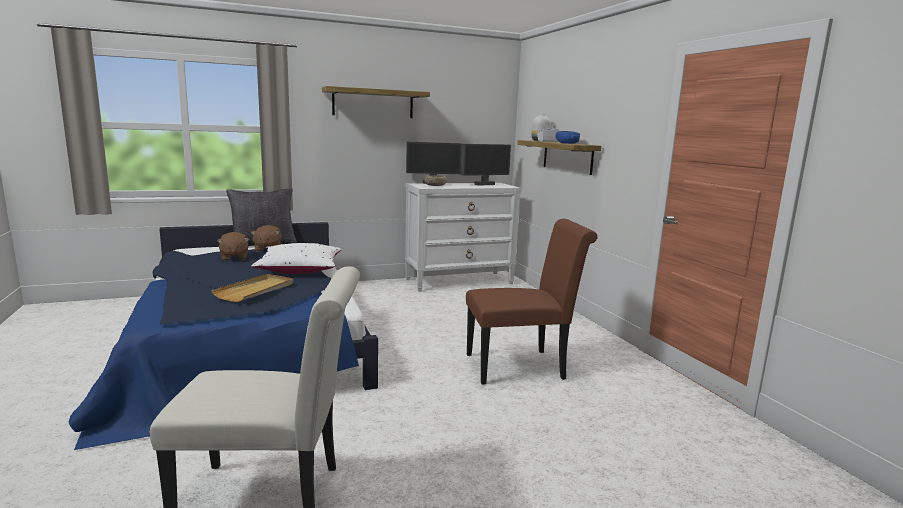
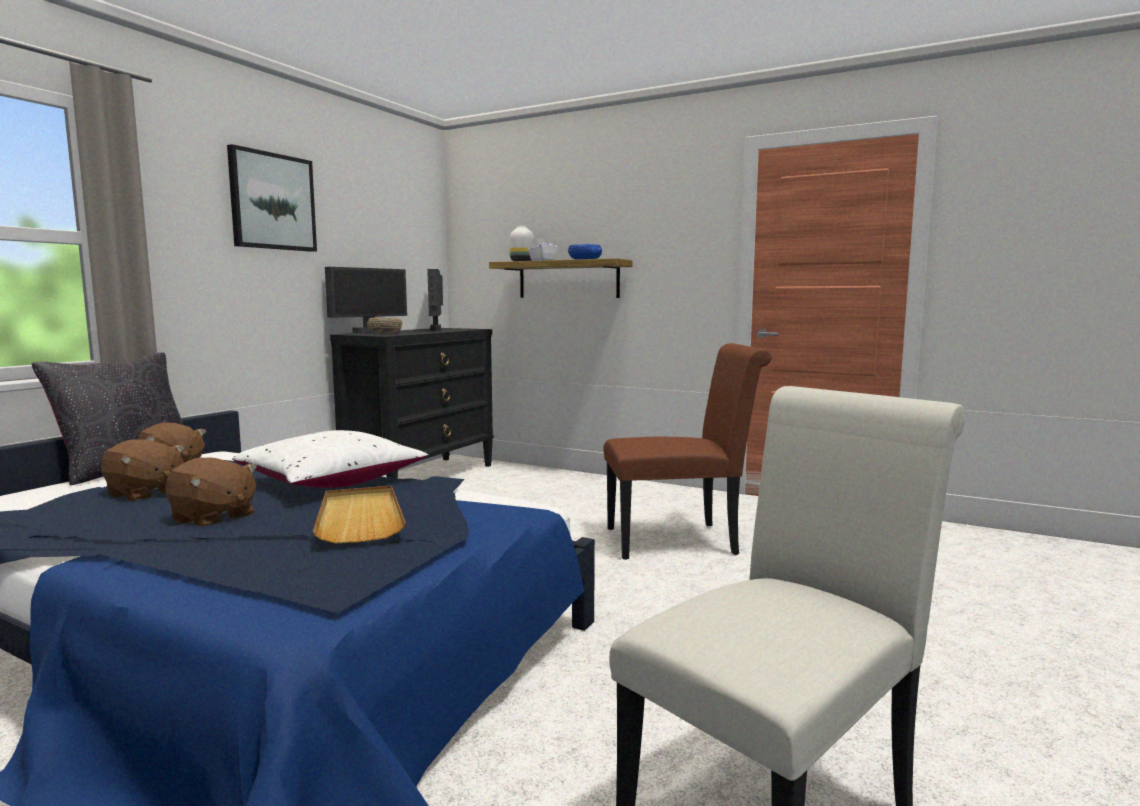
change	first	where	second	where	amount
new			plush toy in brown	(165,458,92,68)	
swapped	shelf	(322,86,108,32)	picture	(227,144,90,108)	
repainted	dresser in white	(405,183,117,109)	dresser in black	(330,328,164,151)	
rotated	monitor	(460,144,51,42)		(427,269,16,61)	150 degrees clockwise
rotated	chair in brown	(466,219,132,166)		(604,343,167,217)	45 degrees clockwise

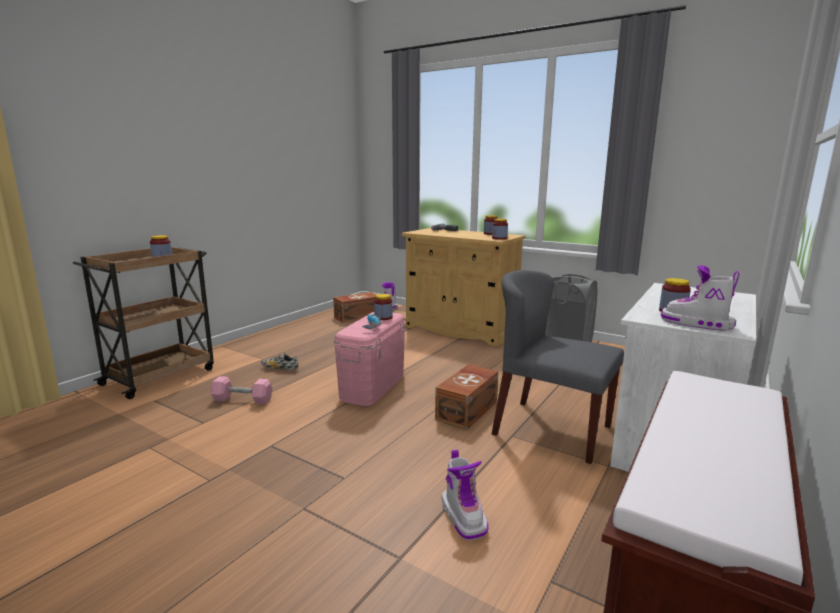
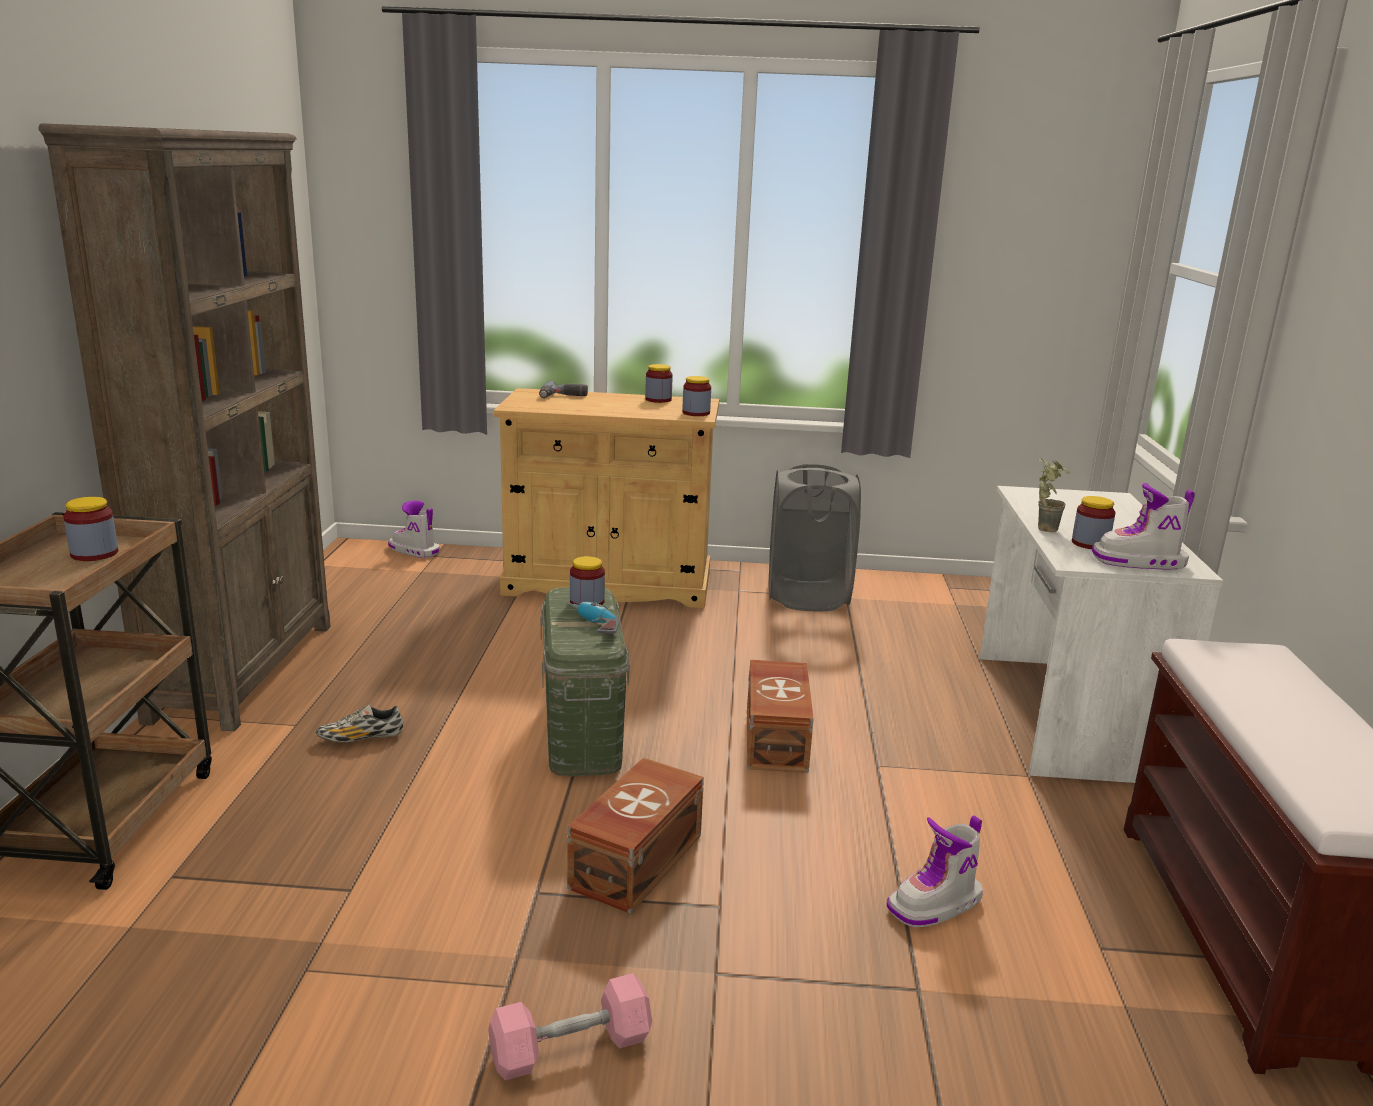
change	first	where	second	where	amount
new			bookcase in brown	(39,123,292,608)	
shifted	dumbbell in pink	(210,376,63,28)		(488,973,164,108)	
repainted	storage box in pink	(333,312,73,94)	storage box in green	(540,587,90,189)	
shifted	storage box in brown	(333,292,44,31)		(567,758,137,156)	
rotated	boot	(442,449,46,91)		(887,815,96,112)	105 degrees clockwise
new			potted plant	(1038,459,32,73)	
gone	chair in grey	(492,270,132,194)			

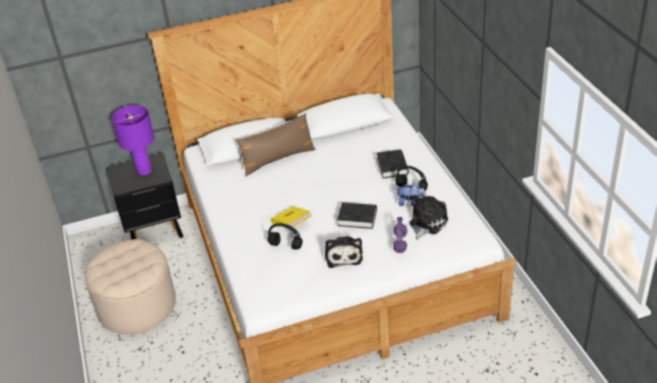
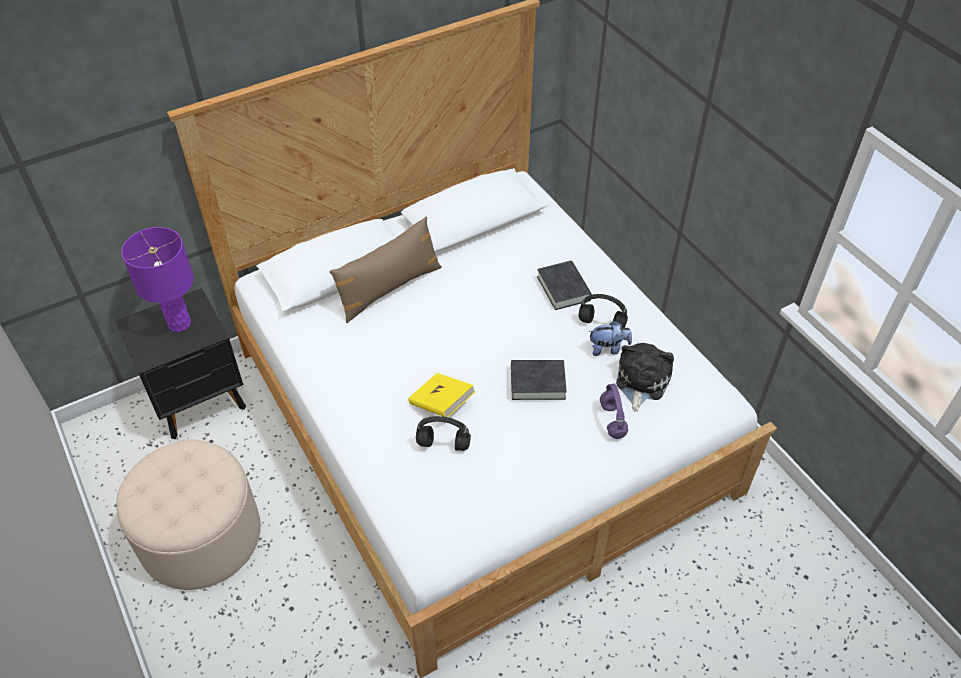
change	first	where	second	where	amount
gone	plush toy	(325,236,38,32)			

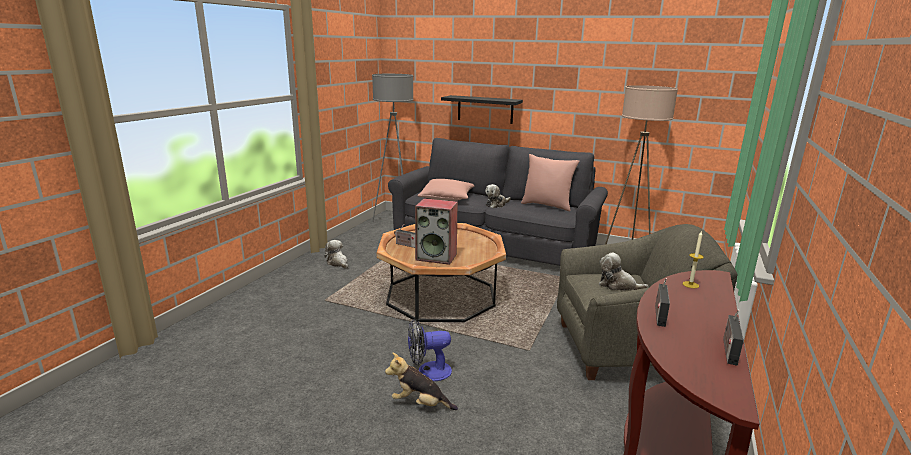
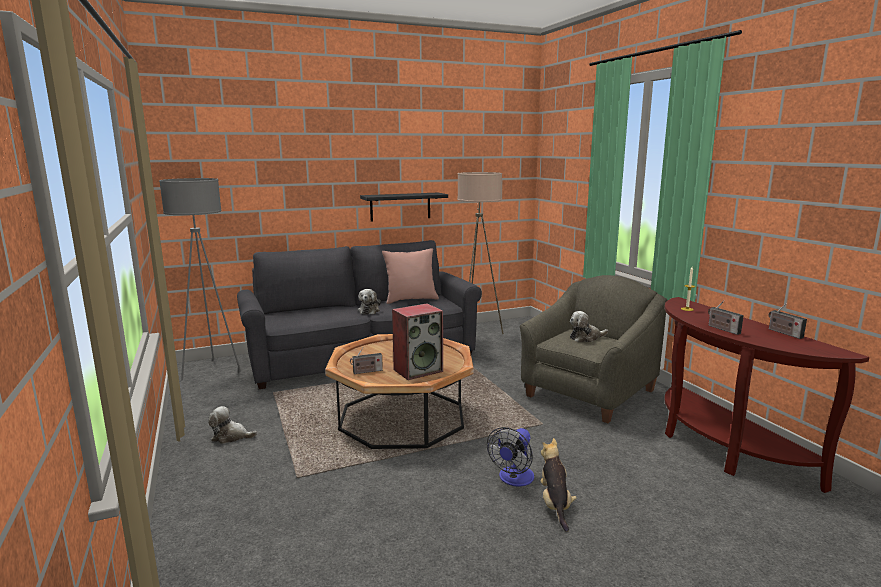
change	first	where	second	where	amount
shifted	shelf in black	(441,95,82,29)		(360,193,88,28)	
rotated	plush toy	(385,352,73,58)		(541,438,36,94)	120 degrees clockwise
gone	pillow in pink	(417,179,57,22)			

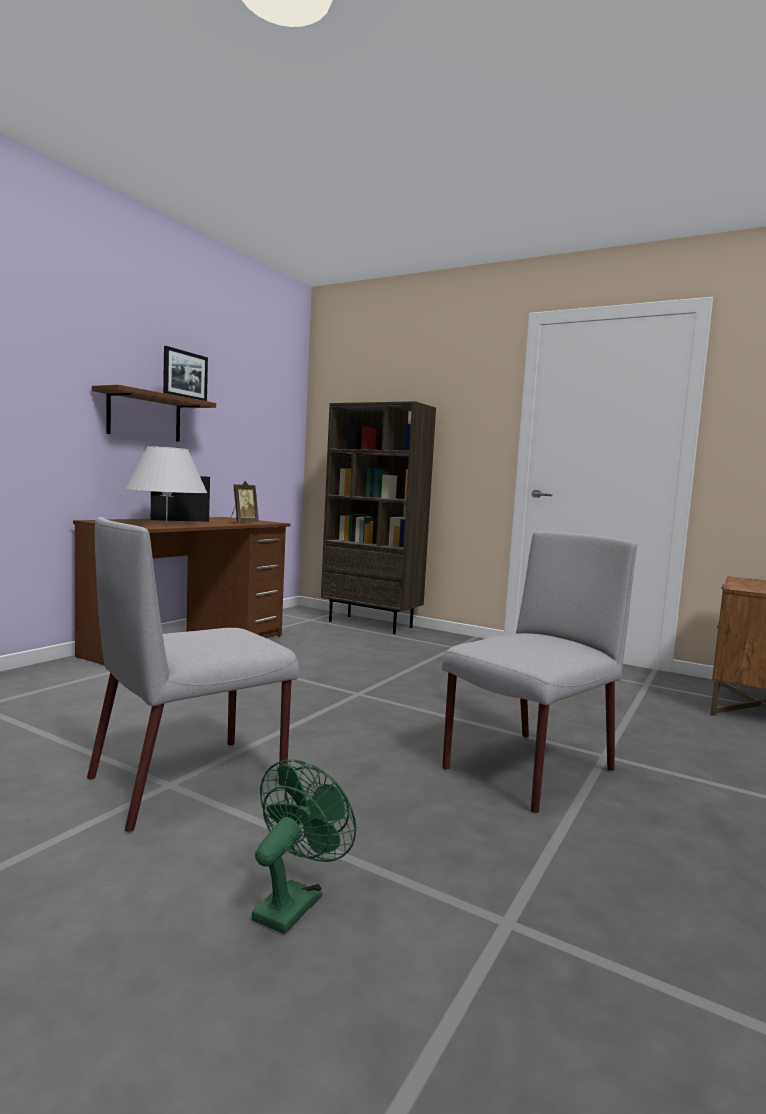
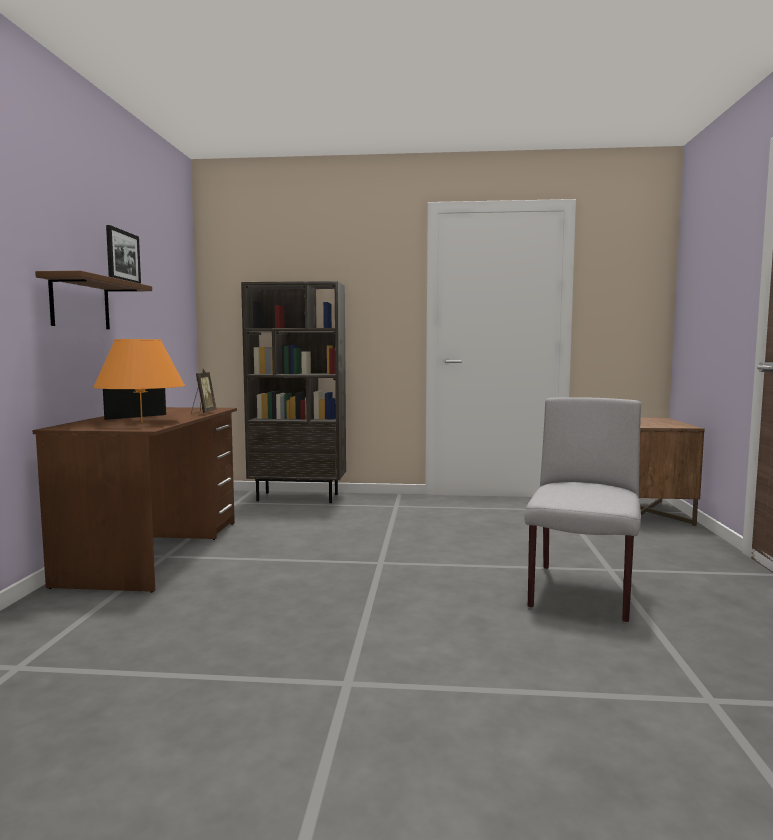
change	first	where	second	where	amount
repainted	table lamp in white	(125,446,83,78)	table lamp in orange	(93,339,92,83)	
gone	chair in grey	(87,517,212,316)			
gone	fan in green	(252,759,104,175)			

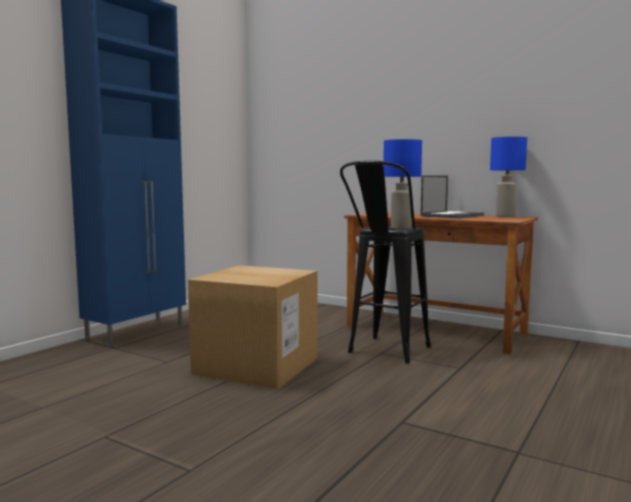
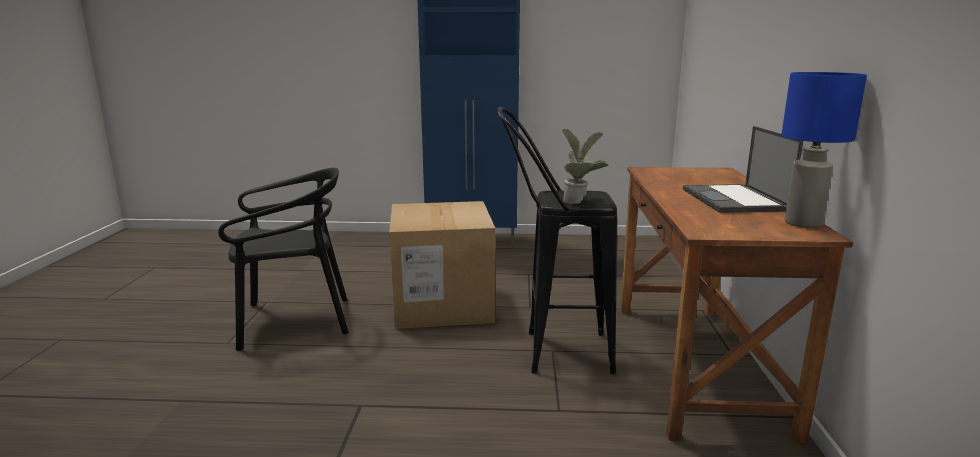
change	first	where	second	where	amount
new			chair in black	(218,168,130,183)	
swapped	table lamp in blue	(383,139,39,90)	potted plant	(562,129,47,75)	
rotated	laptop	(420,175,64,43)		(683,126,120,87)	75 degrees clockwise

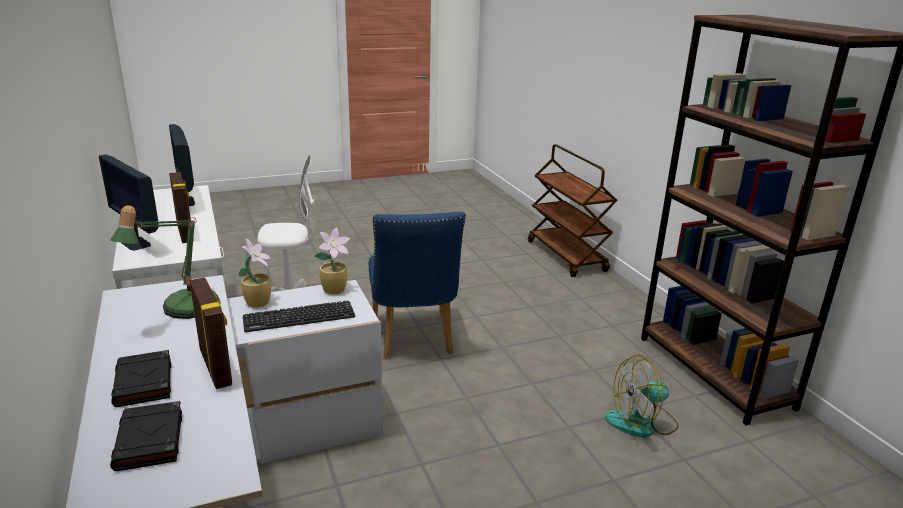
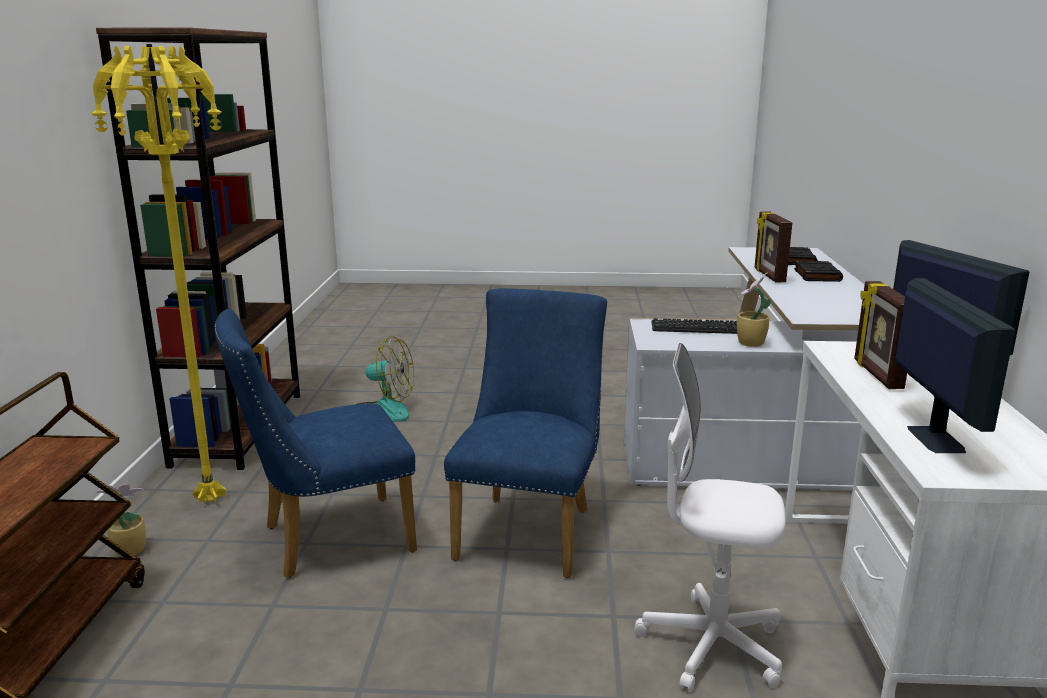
change	first	where	second	where	amount
new			floor lamp in yellow	(91,44,135,459)	
shifted	potted plant	(314,227,36,67)		(95,484,51,73)	
new			chair in blue	(215,309,202,269)	
gone	table lamp	(110,205,110,114)			

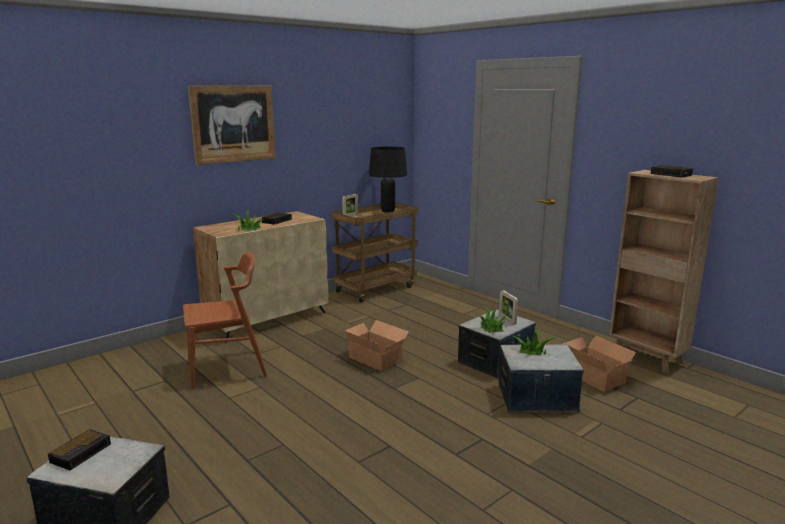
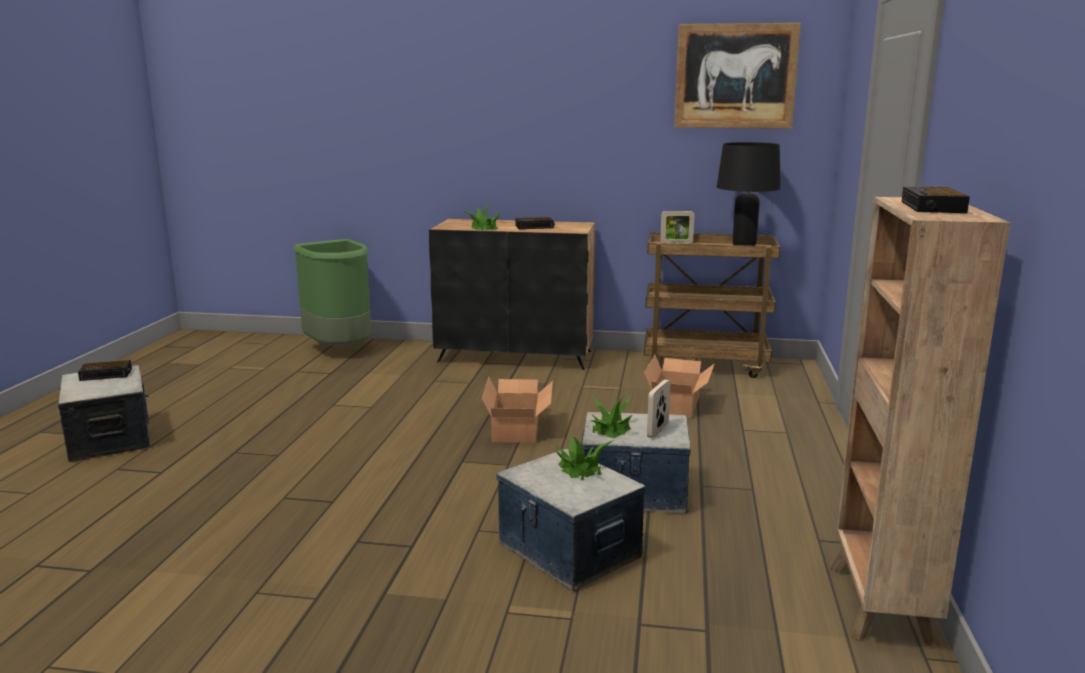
change	first	where	second	where	amount
new			trash can in green	(293,239,79,106)	
repainted	cabinet in beige	(193,211,135,132)	cabinet in black	(429,219,166,151)	
shifted	cardboard box	(562,336,74,56)		(644,355,71,63)	
shifted	picture	(188,85,88,80)		(674,23,127,106)	
gone	chair in brown	(183,252,84,138)			

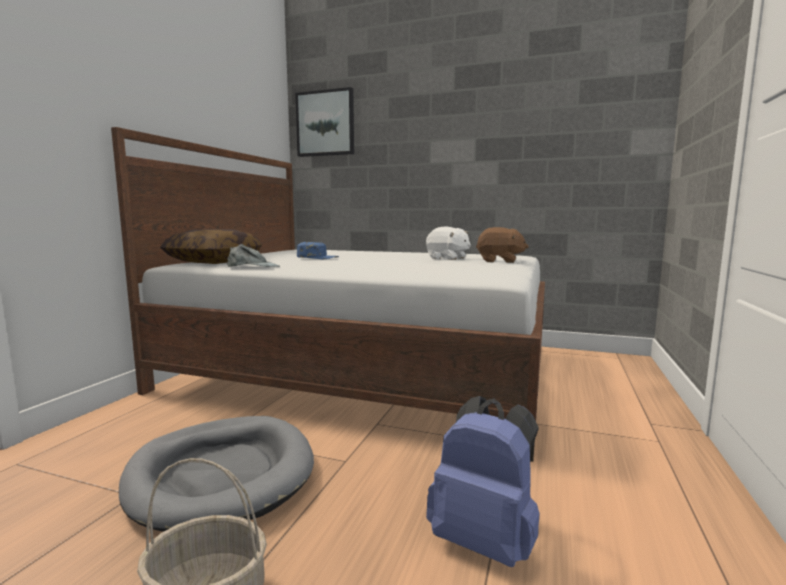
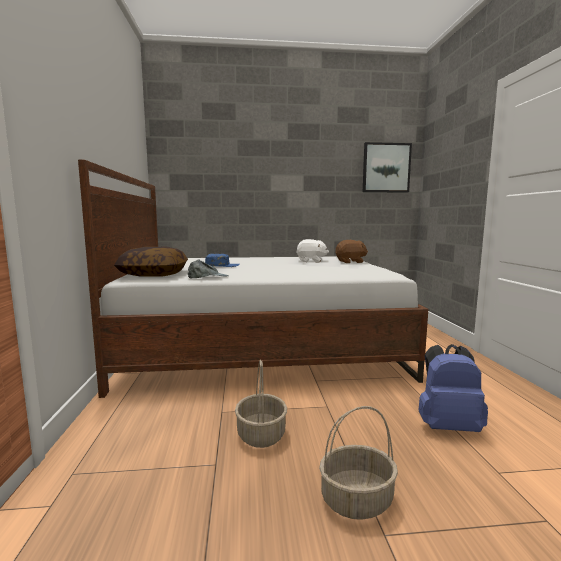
change	first	where	second	where	amount
swapped	dog bed in grey	(119,416,195,116)	basket	(235,360,52,88)	
shifted	picture	(295,87,59,70)		(363,142,49,51)	

